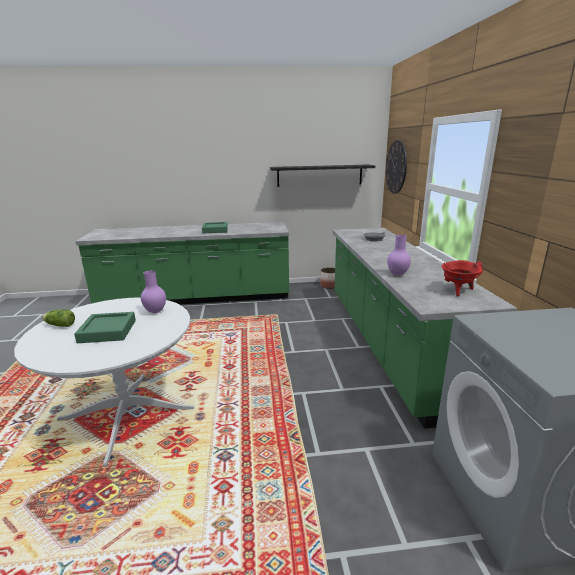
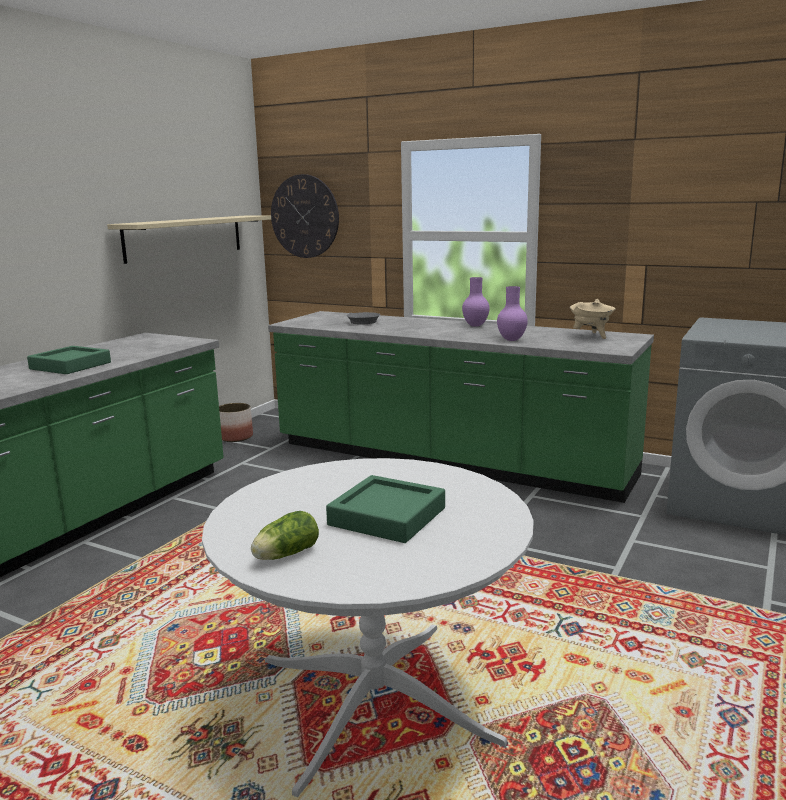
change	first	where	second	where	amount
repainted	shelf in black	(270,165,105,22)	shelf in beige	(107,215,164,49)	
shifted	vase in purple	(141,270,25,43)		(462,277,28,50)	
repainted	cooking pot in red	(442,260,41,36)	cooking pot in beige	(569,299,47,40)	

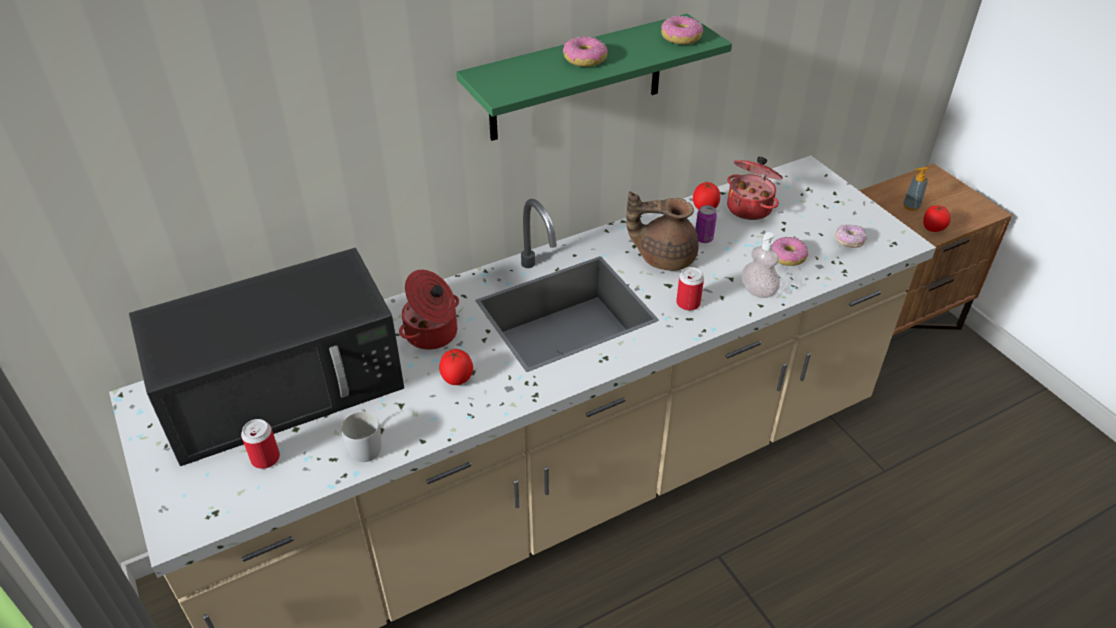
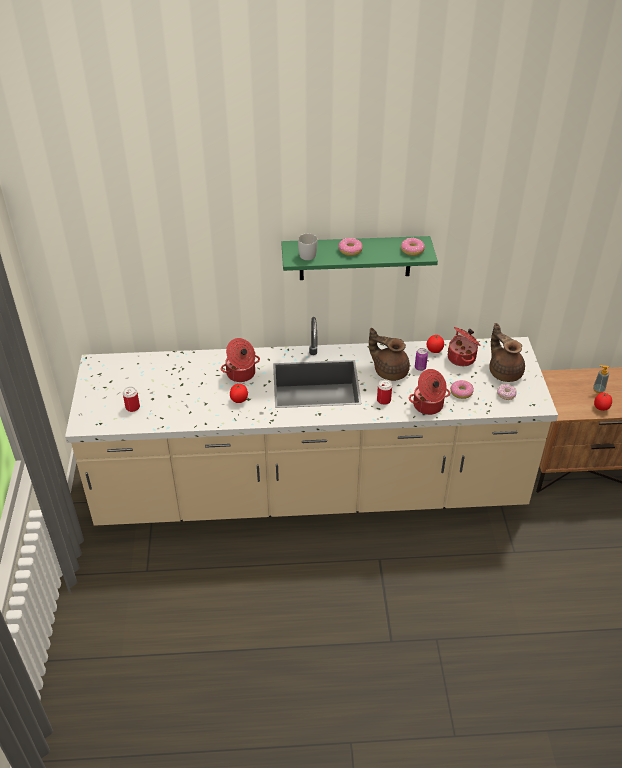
change	first	where	second	where	amount
shifted	mug in white	(341,409,40,53)		(298,234,19,26)	
swapped	soap dispenser	(741,232,39,66)	cooking pot	(409,369,41,46)	
new			teapot in brown	(489,323,36,59)	
gone	microwave in black	(129,248,275,218)			

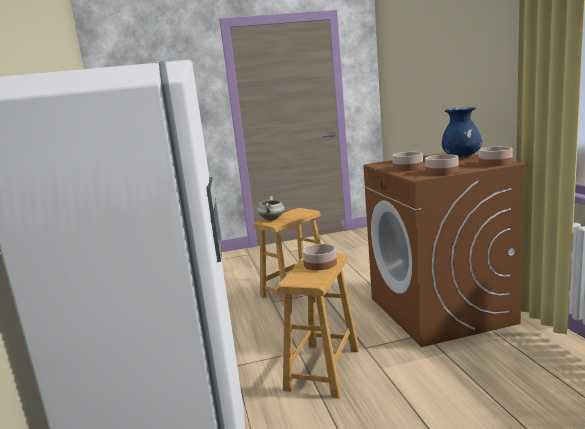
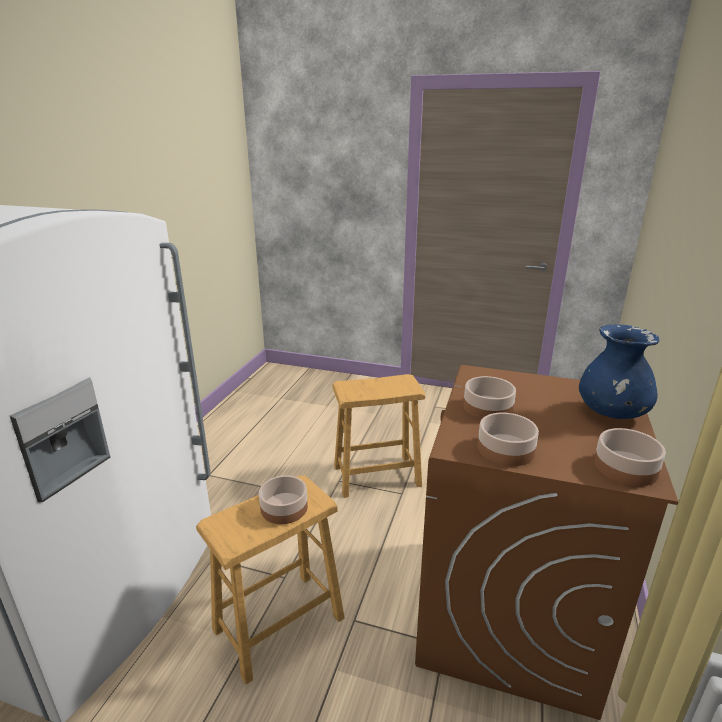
change	first	where	second	where	amount
gone	cooking pot in white	(257,196,28,25)			

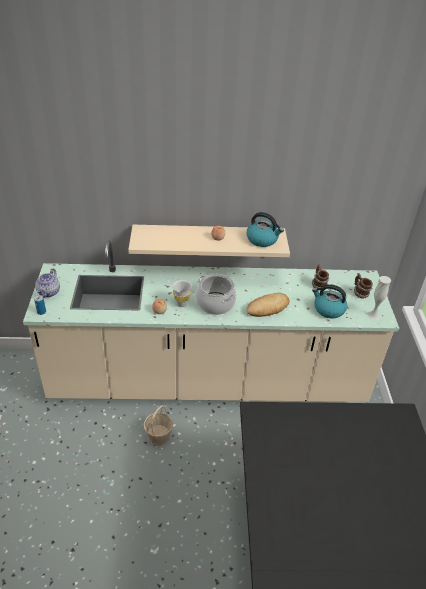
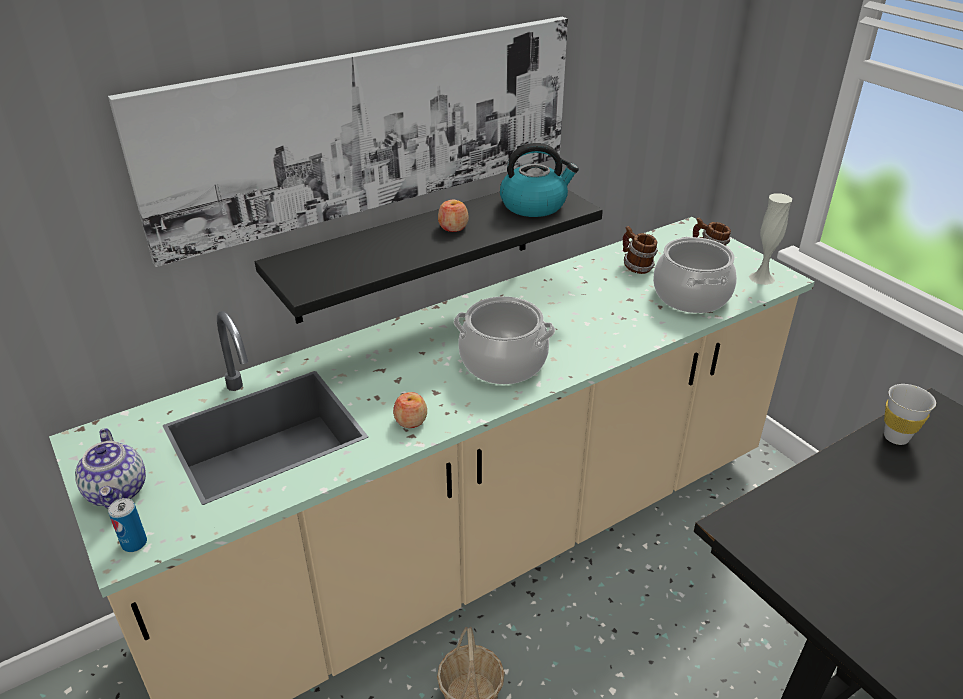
change	first	where	second	where	amount
new			picture	(108,17,460,250)	
repainted	shelf in beige	(128,225,162,32)	shelf in black	(255,190,348,134)	
swapped	kettle	(312,284,35,35)	cooking pot	(653,237,84,76)	
shifted	cup in white	(172,280,20,27)		(884,384,52,61)	
gone	bread	(246,293,44,24)			

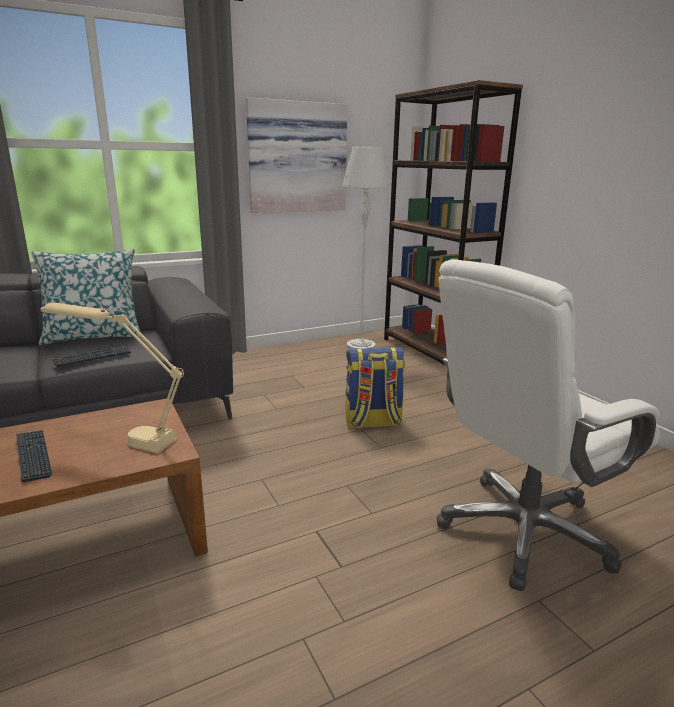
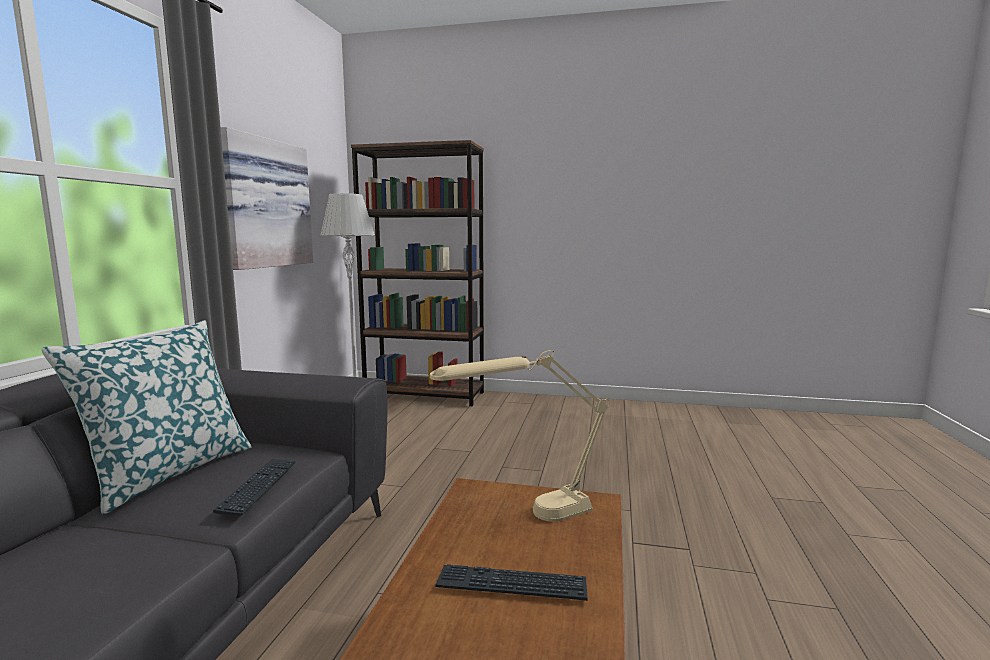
change	first	where	second	where	amount
gone	backpack	(345,348,60,81)			
gone	office chair in white	(436,259,224,332)			

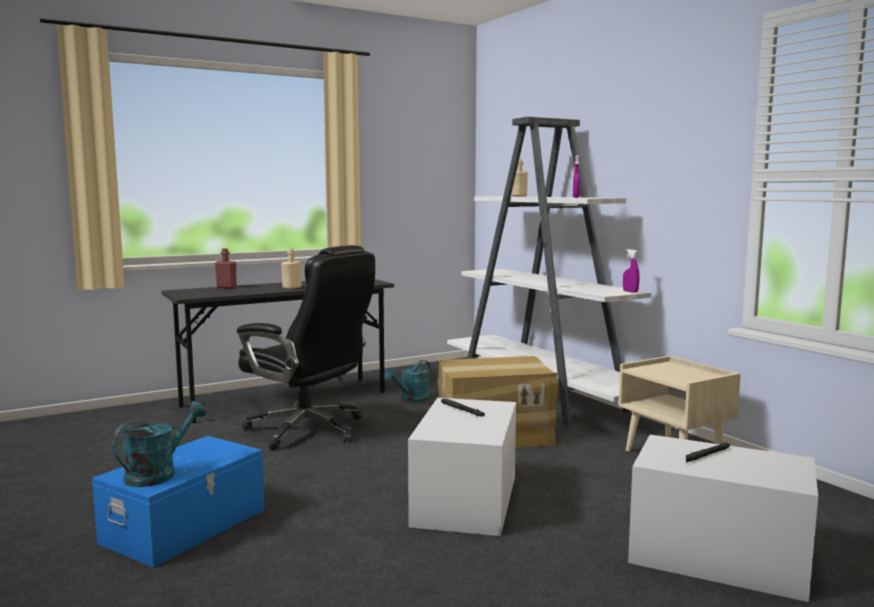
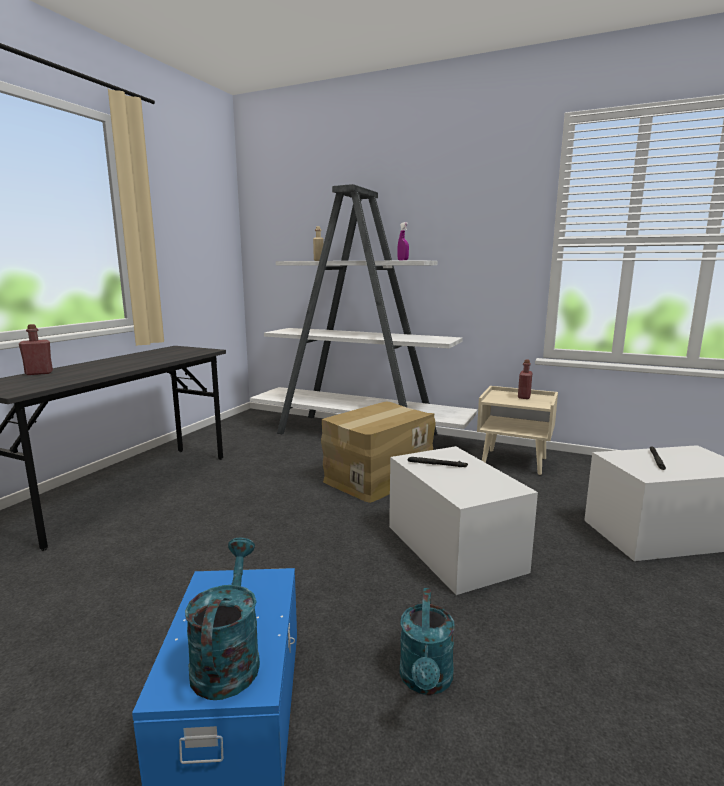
change	first	where	second	where	amount
shifted	watering can in turquoise	(384,360,47,42)		(400,588,55,107)	
new			bottle in red	(518,359,14,40)	
gone	office chair in black	(237,245,138,206)			
gone	bottle in beige	(281,249,21,40)			
gone	spray bottle in purple	(623,249,16,44)			

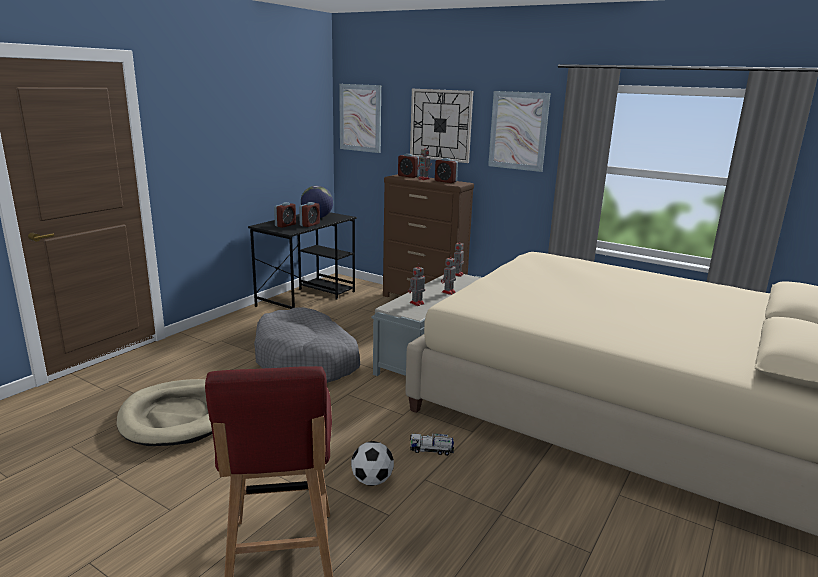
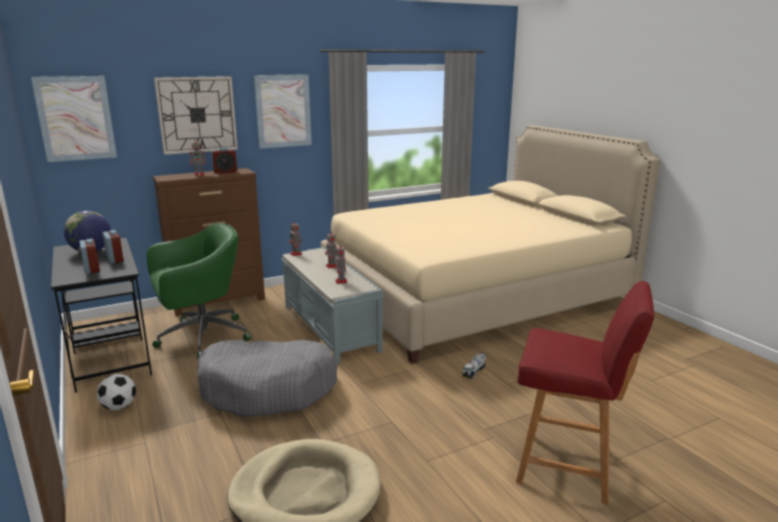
change	first	where	second	where	amount
shifted	football	(351,441,43,45)		(97,374,39,36)	
new			office chair in green	(146,223,105,135)	
gone	alarm clock	(398,154,21,24)			

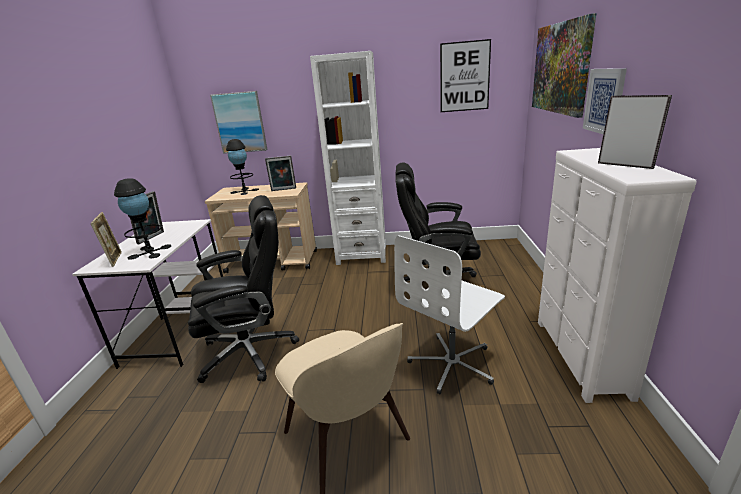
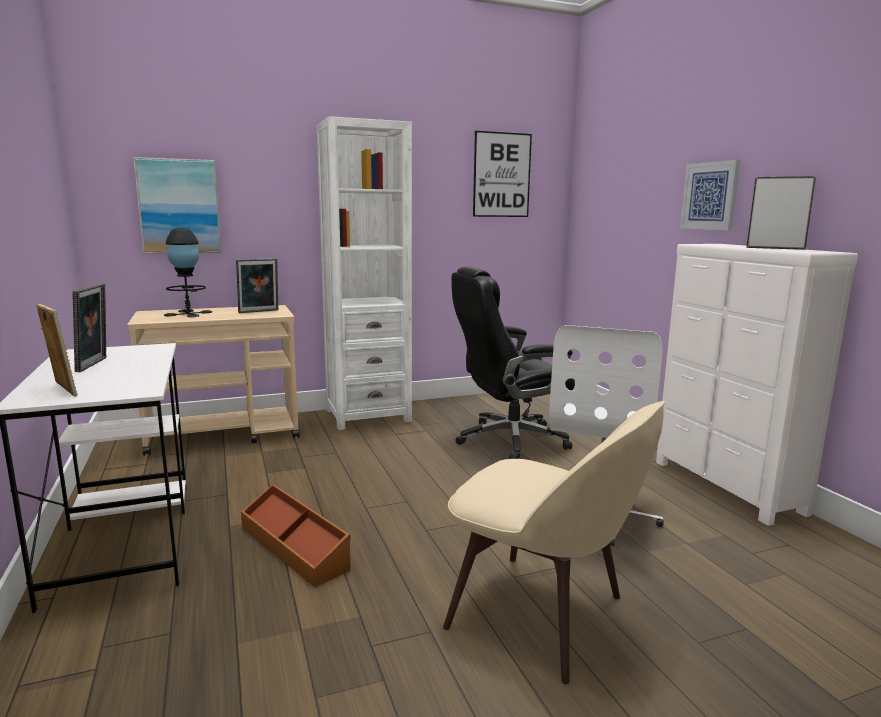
change	first	where	second	where	amount
swapped	office chair in black	(188,195,111,188)	storage box in brown	(241,484,110,103)	
gone	table lamp in black	(114,178,57,82)			
gone	picture	(532,13,64,105)			

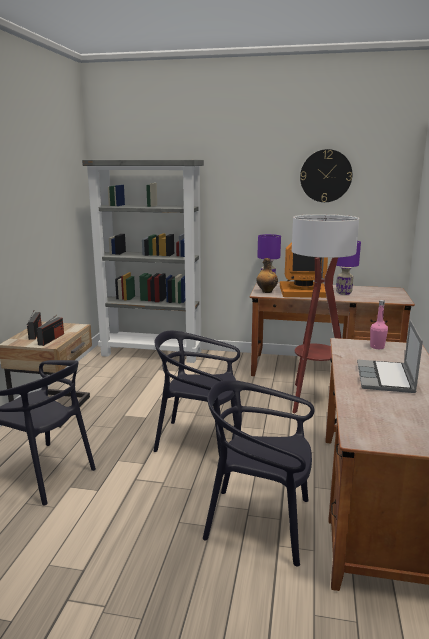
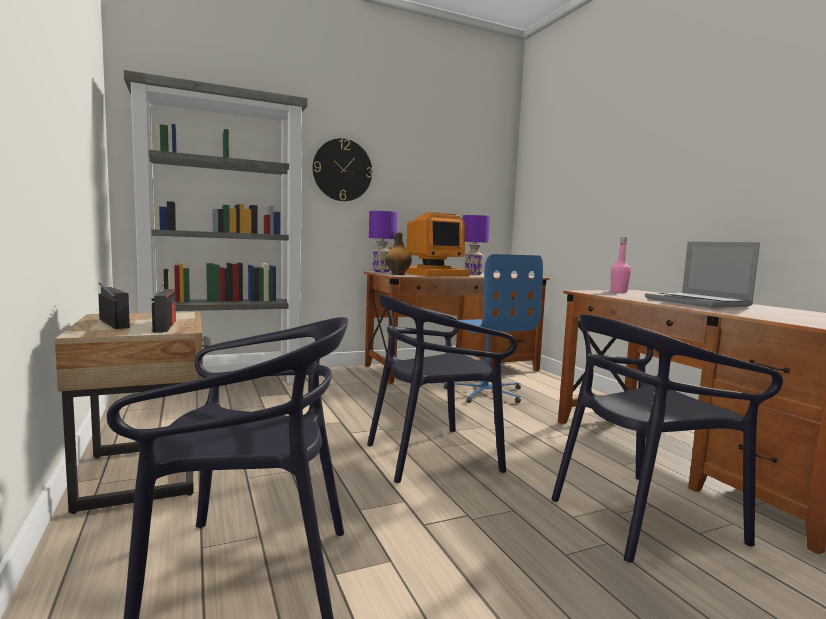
change	first	where	second	where	amount
shifted	wall clock	(300,149,52,53)		(313,138,59,63)	
swapped	floor lamp	(292,214,67,199)	office chair in blue	(444,254,99,149)	

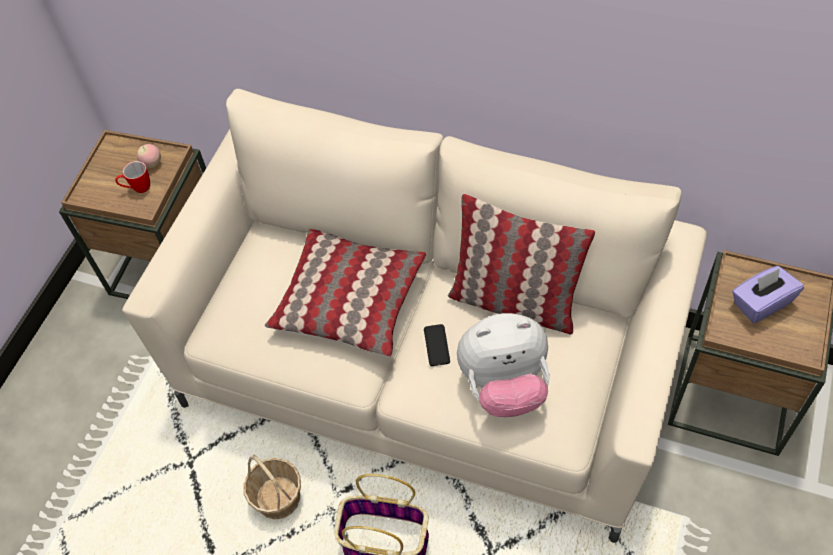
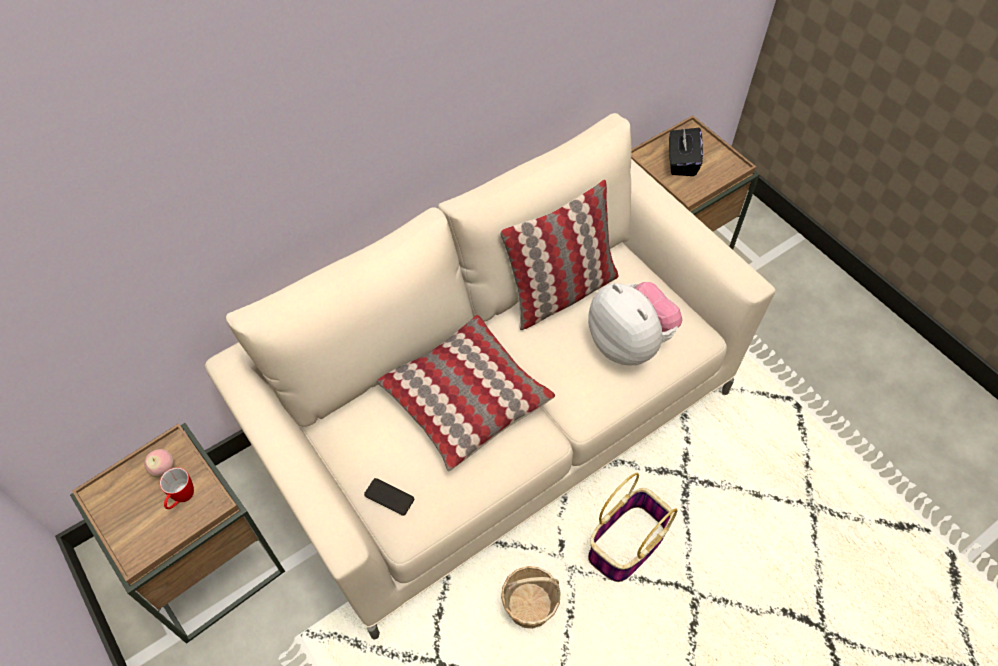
change	first	where	second	where	amount
shifted	phone	(424,324,26,42)		(364,478,50,38)	
rotated	plush toy	(457,313,93,104)		(588,282,94,83)	60 degrees counterclockwise
repainted	tissue box in purple	(732,266,72,58)	tissue box in black	(669,128,34,48)	

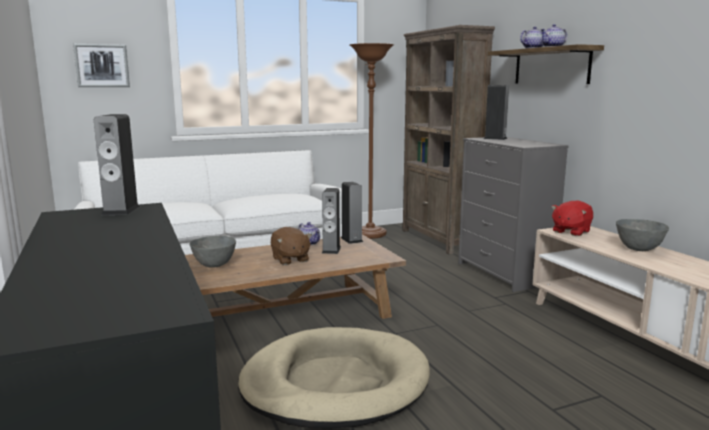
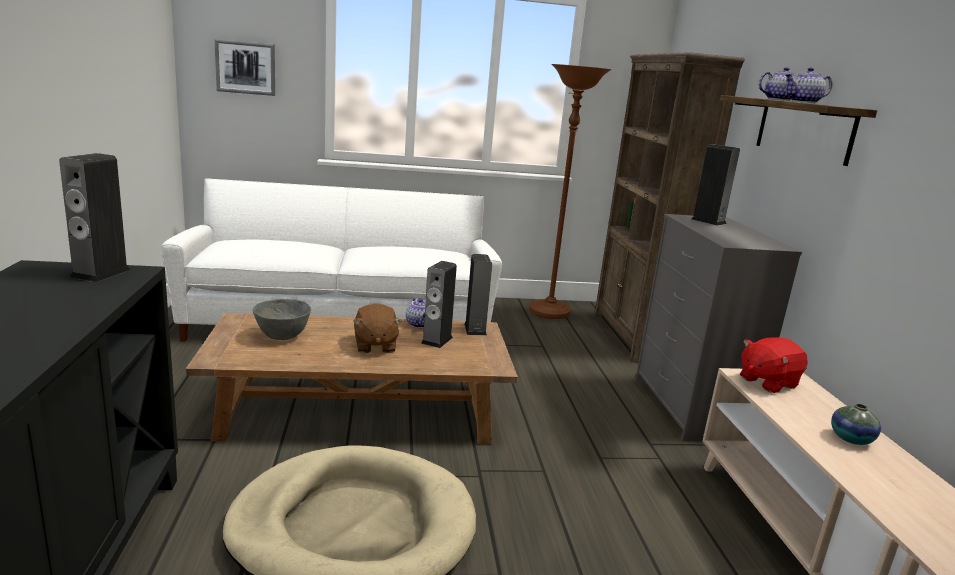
change	first	where	second	where	amount
swapped	bowl in grey	(616,219,53,32)	vase	(831,404,50,41)	

